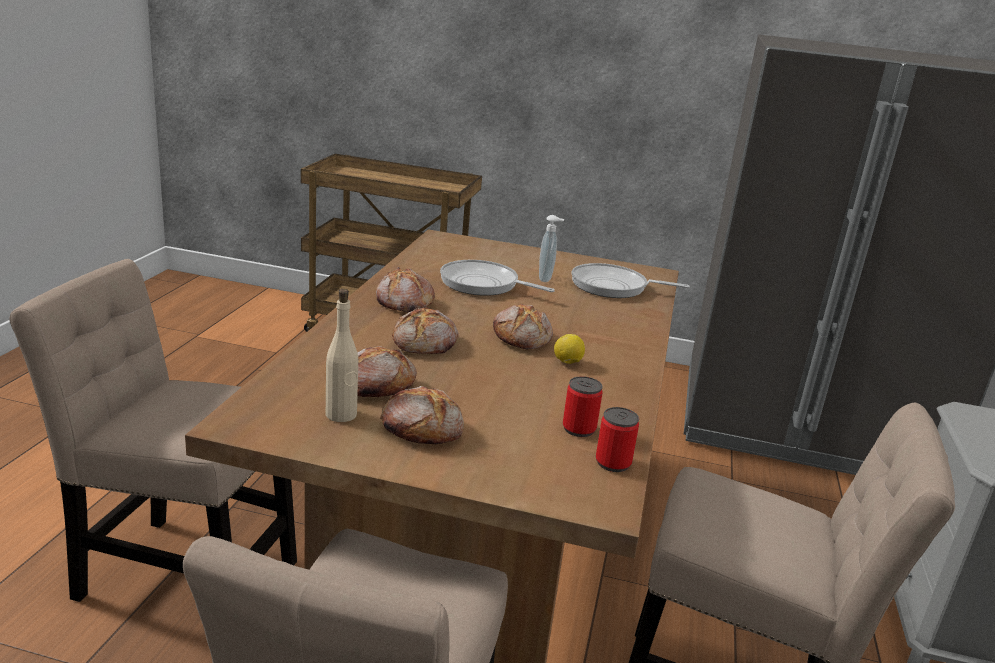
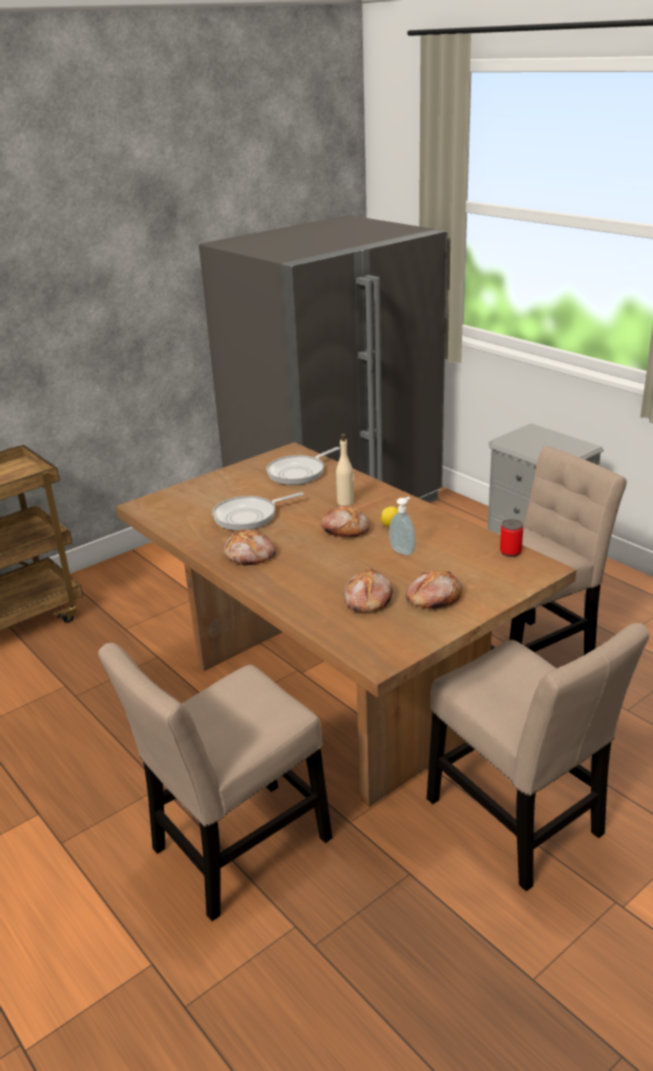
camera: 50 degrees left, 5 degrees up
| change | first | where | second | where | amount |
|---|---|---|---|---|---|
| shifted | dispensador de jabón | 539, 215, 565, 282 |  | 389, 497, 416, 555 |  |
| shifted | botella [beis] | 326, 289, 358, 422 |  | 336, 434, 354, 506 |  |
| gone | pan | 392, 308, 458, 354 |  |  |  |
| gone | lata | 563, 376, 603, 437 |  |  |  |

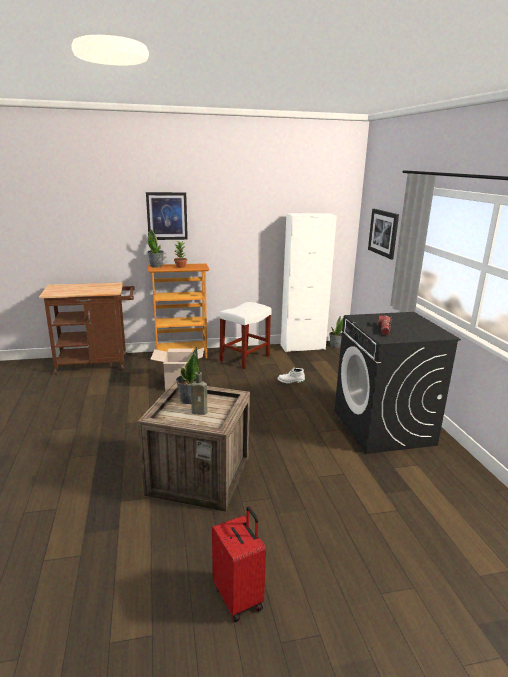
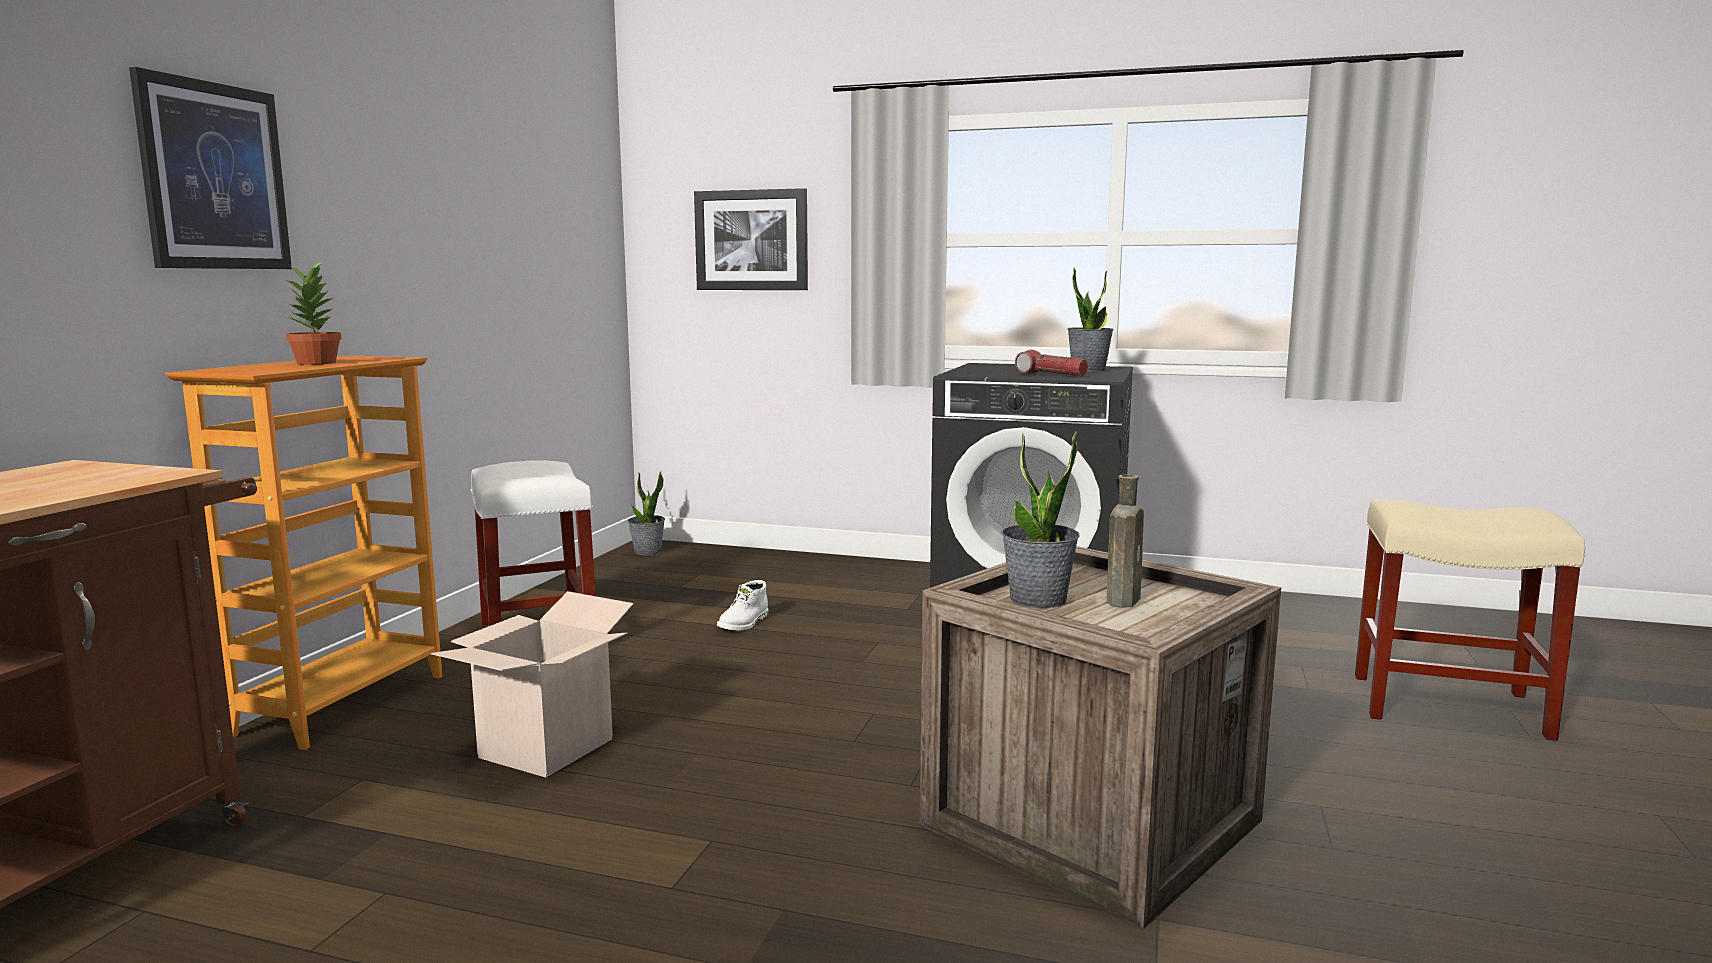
camera: 60 degrees left, 10 degrees down
| change | first | where | second | where | amount |
|---|---|---|---|---|---|
| gone | armario [blanco] | 281, 213, 337, 352 |  |  |  |
| shifted | planta en maceta | 147, 230, 164, 268 |  | 1067, 268, 1114, 372 |  |
| gone | maleta [rojo] | 212, 506, 266, 622 |  |  |  |
| new |  |  | taburete [beis] | 1355, 499, 1585, 741 |  |

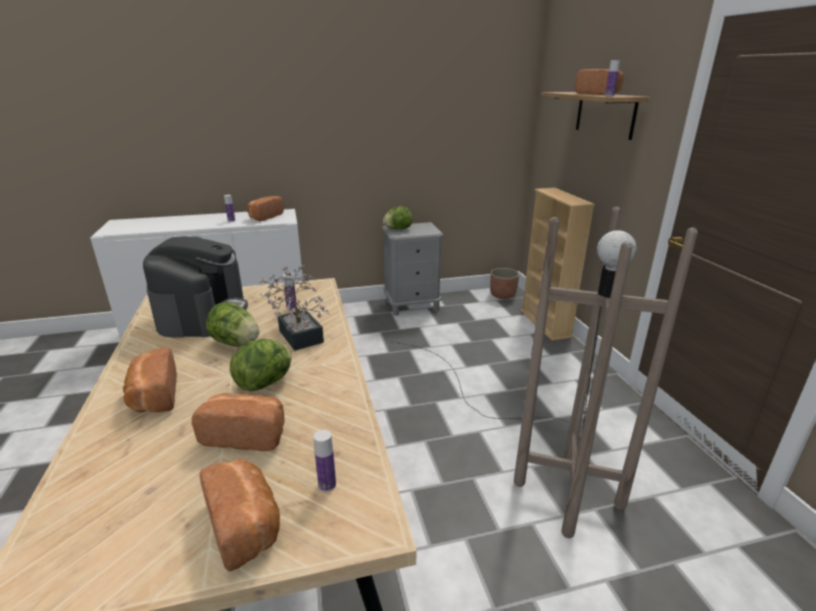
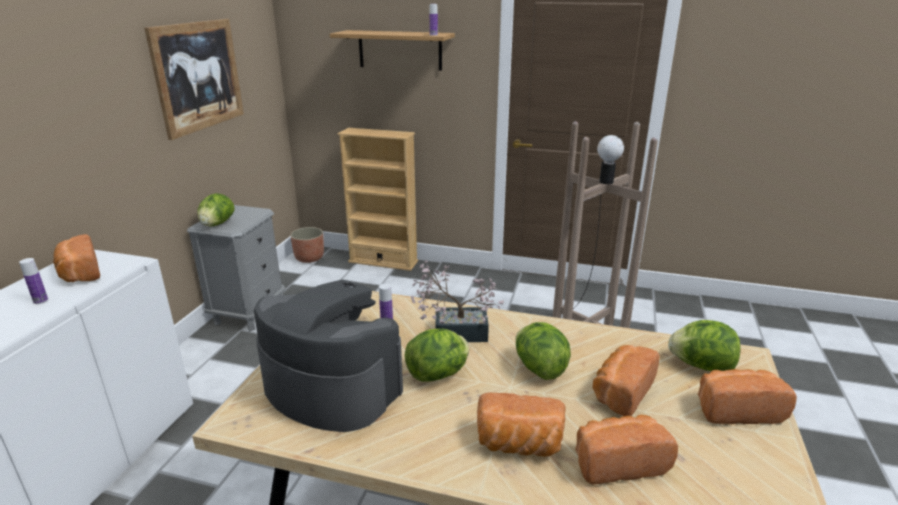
camera: 60 degrees left, 0 degrees up
| change | first | where | second | where | amount |
|---|---|---|---|---|---|
| shifted | pan | 575, 69, 624, 95 |  | 575, 415, 678, 484 |  |
| swapped | botella | 314, 430, 336, 492 | lechuga | 668, 320, 741, 371 |  |
| new |  |  | cuadro | 145, 19, 244, 140 |  |

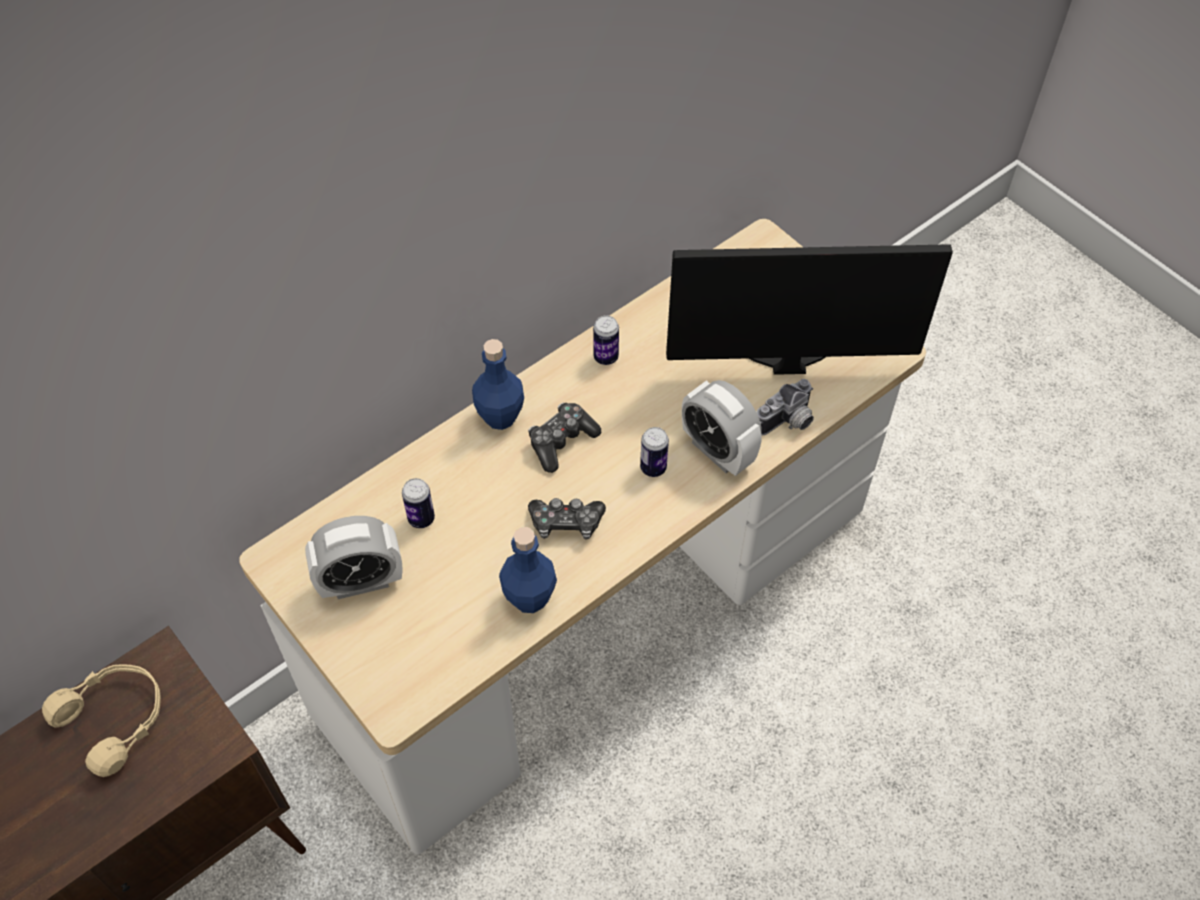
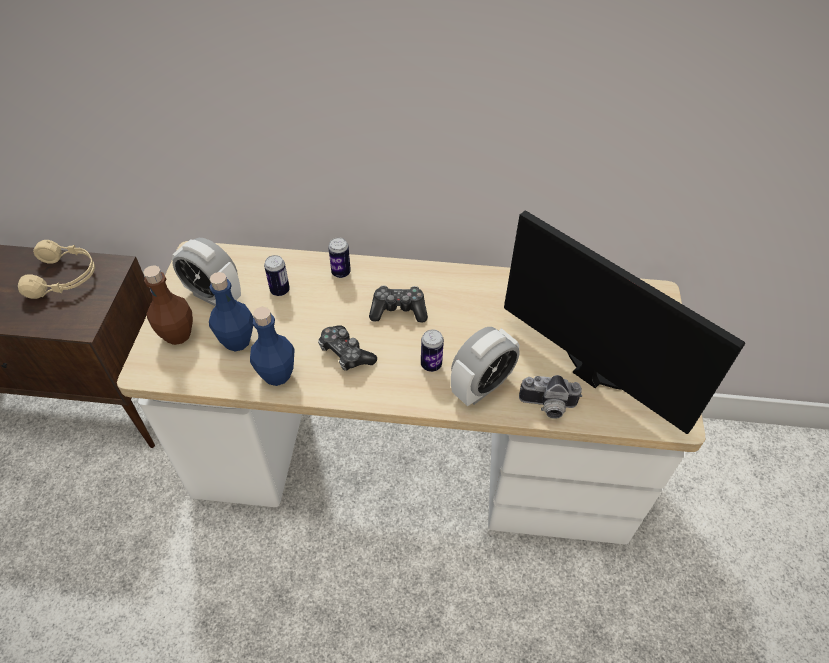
camera: 45 degrees right, 5 degrees down
| change | first | where | second | where | amount |
|---|---|---|---|---|---|
| shifted | lata | 593, 315, 619, 365 |  | 328, 237, 351, 278 |  |
| shifted | botella [azul] | 472, 339, 524, 430 |  | 209, 272, 253, 351 |  |
| rotated | despertador | 682, 380, 761, 476 |  | 451, 327, 520, 406 | 135 degrees counterclockwise |
| new |  |  | botella [marrón] | 143, 265, 193, 345 |  |

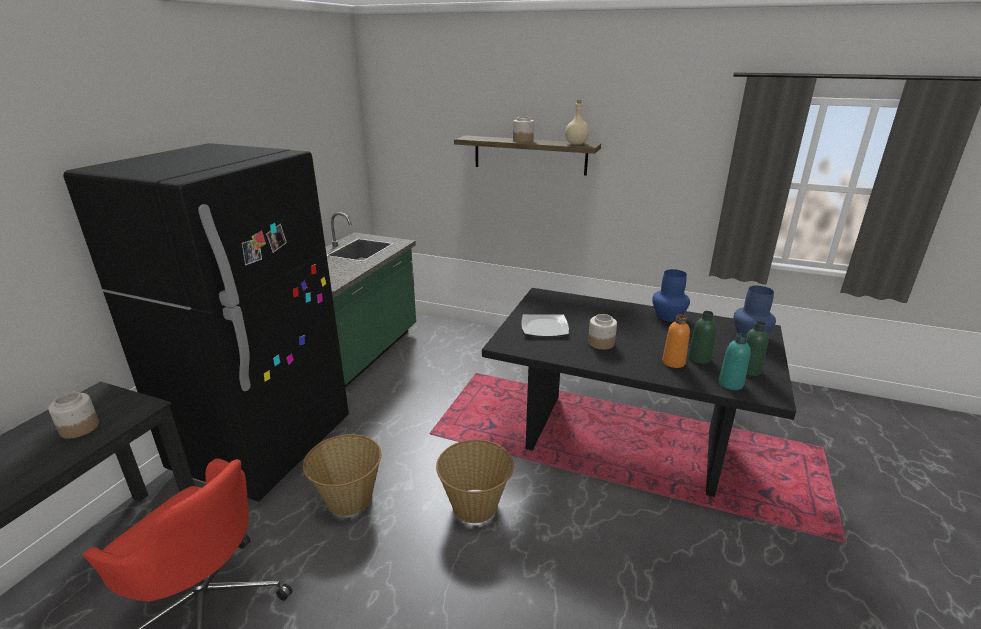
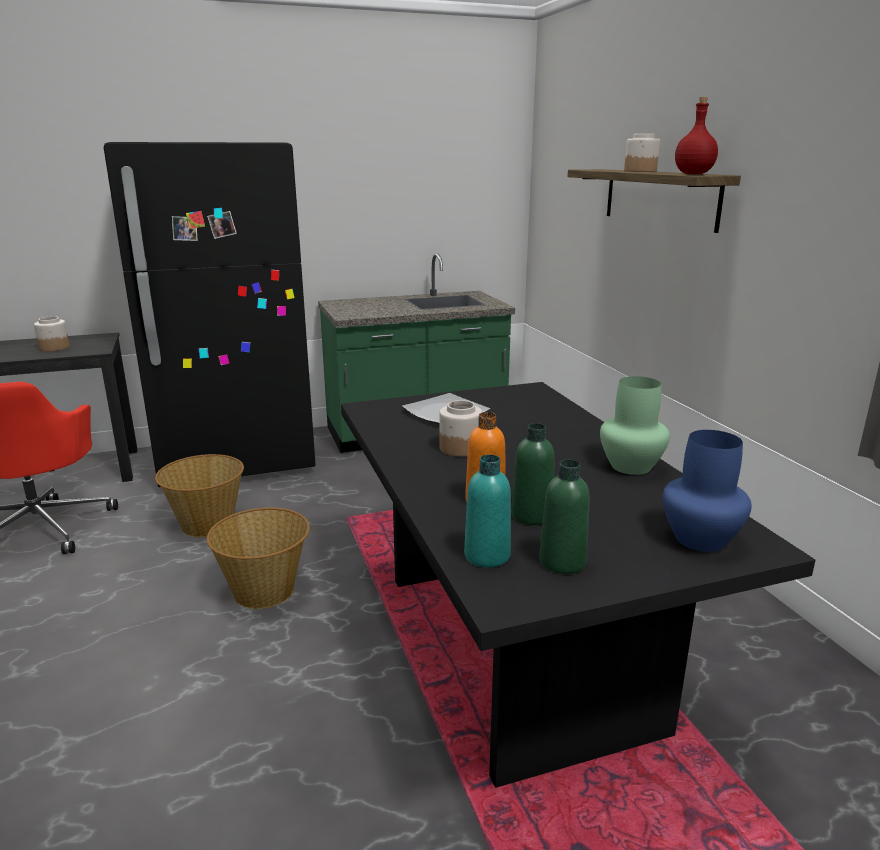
camera: 50 degrees right, 5 degrees down
| change | first | where | second | where | amount |
|---|---|---|---|---|---|
| repainted | botella [beis] | 565, 100, 589, 145 | botella [rojo] | 675, 97, 718, 174 |  |
| repainted | florero [azul] | 652, 269, 690, 322 | florero [verde] | 600, 376, 670, 475 |  |

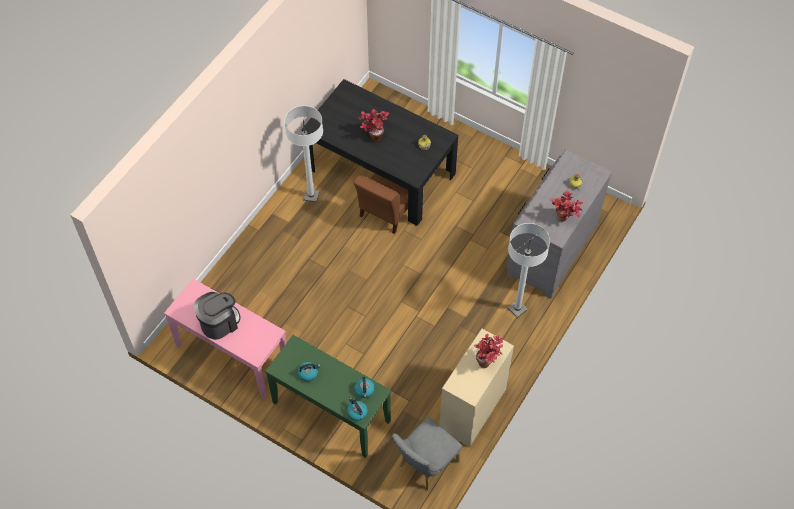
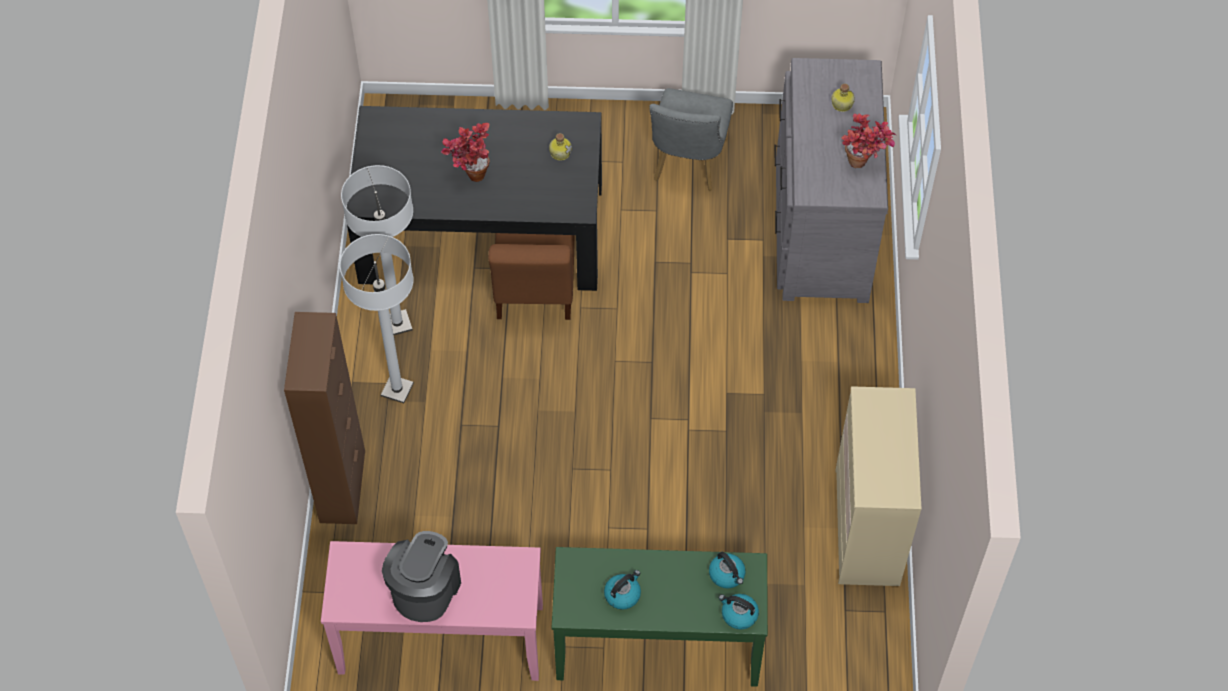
camera: 30 degrees left, 0 degrees up
| change | first | where | second | where | amount |
|---|---|---|---|---|---|
| shifted | lámpara de pie [blanco] | 508, 223, 550, 318 |  | 340, 234, 414, 403 |  |
| gone | planta en maceta | 474, 334, 503, 368 |  |  |  |
| shifted | silla [gris] | 392, 417, 462, 490 |  | 650, 88, 733, 191 |  |
| new |  |  | armario [marrón] | 284, 312, 365, 524 |  |

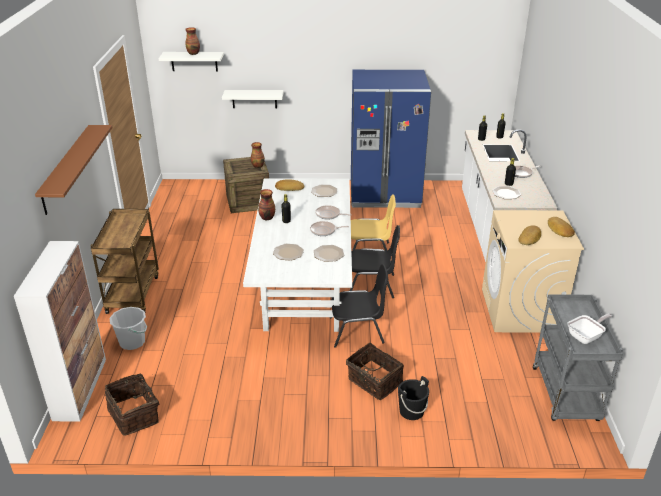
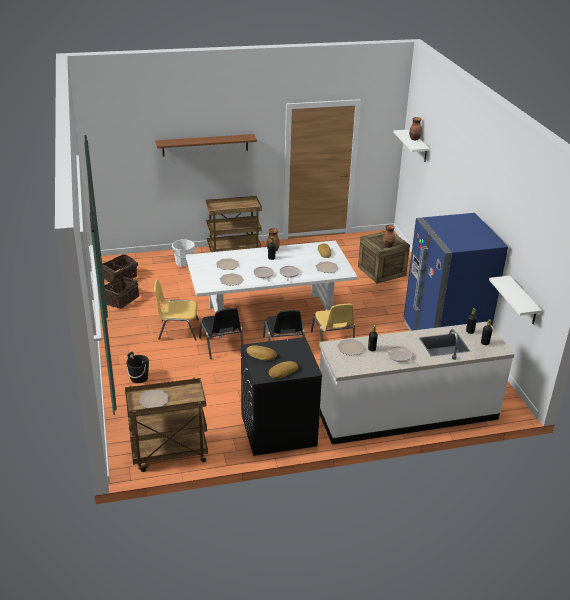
camera: 75 degrees right, 0 degrees up
| change | first | where | second | where | amount |
|---|---|---|---|---|---|
| shifted | estante [blanco] | 222, 90, 284, 108 |  | 489, 276, 542, 324 |  |
| repainted | lavadora [beis] | 482, 210, 584, 333 | lavadora [negro] | 241, 337, 323, 456 |  |
| gone | armario | 14, 241, 106, 422 |  |  |  |
| repainted | carrito [gris] | 533, 294, 623, 421 | carrito [marrón] | 125, 378, 208, 472 |  |
| swapped | sartén | 567, 314, 612, 344 | plato | 139, 390, 168, 408 |  |
| shifted | cesta | 346, 343, 404, 400 |  | 105, 276, 139, 309 |  |
| new |  |  | silla [amarillo] | 154, 279, 199, 340 |  |

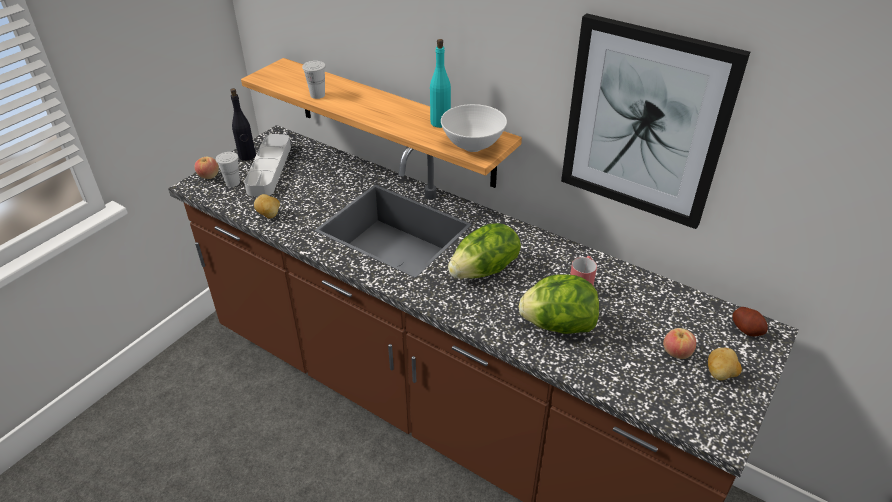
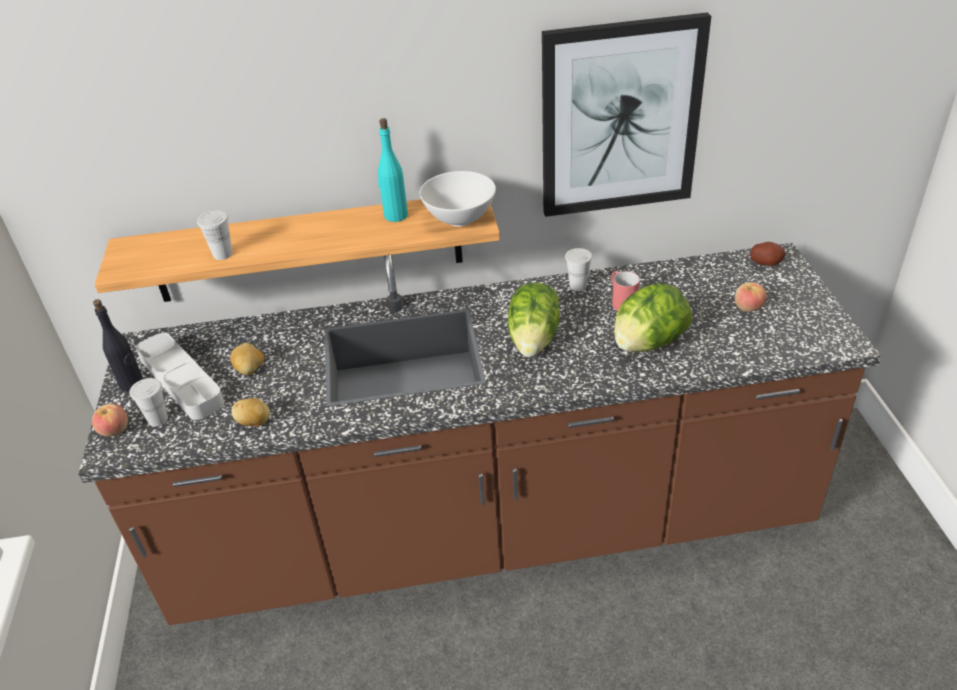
camera: 40 degrees left, 0 degrees up
| change | first | where | second | where | amount |
|---|---|---|---|---|---|
| shifted | patata | 708, 348, 742, 380 |  | 230, 343, 264, 375 |  |
| new |  |  | taza [blanco] | 565, 248, 592, 291 |  |

